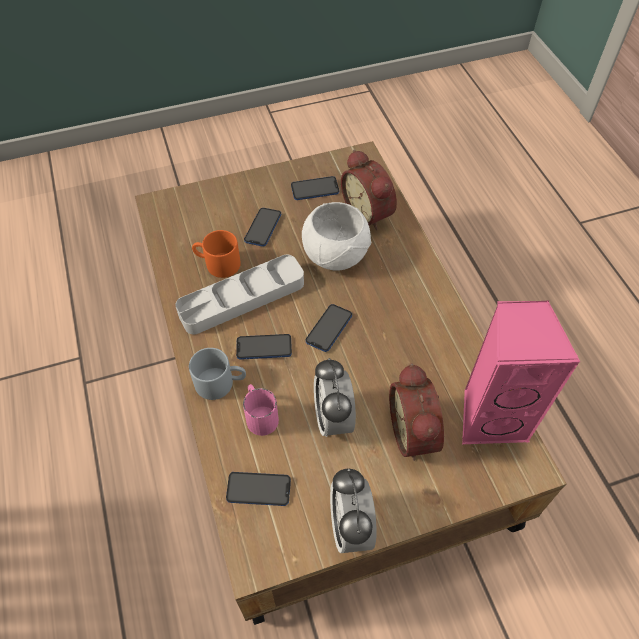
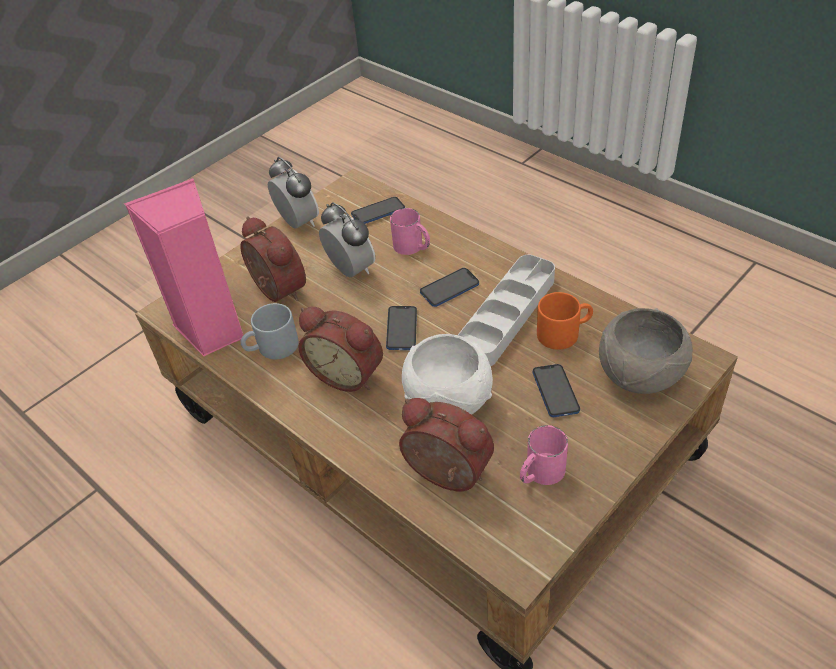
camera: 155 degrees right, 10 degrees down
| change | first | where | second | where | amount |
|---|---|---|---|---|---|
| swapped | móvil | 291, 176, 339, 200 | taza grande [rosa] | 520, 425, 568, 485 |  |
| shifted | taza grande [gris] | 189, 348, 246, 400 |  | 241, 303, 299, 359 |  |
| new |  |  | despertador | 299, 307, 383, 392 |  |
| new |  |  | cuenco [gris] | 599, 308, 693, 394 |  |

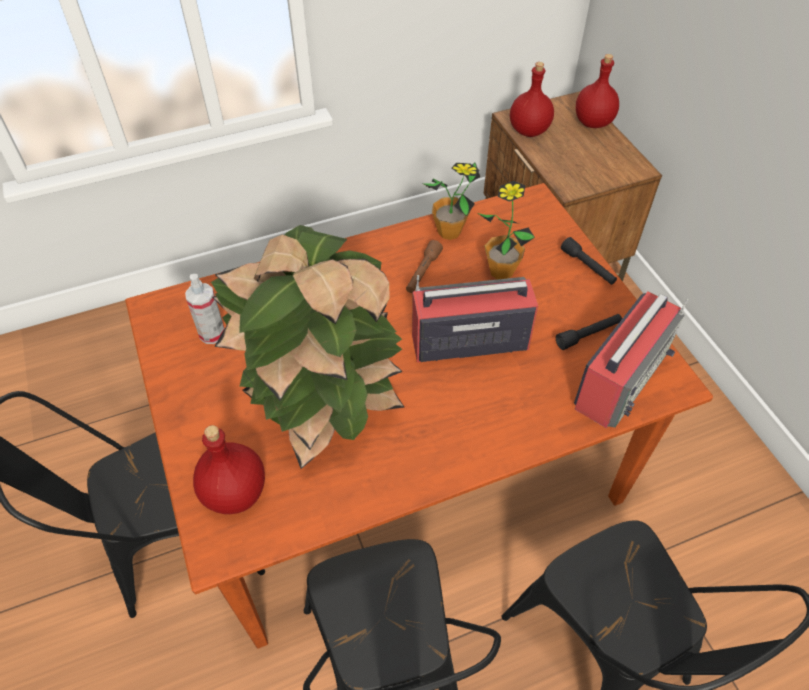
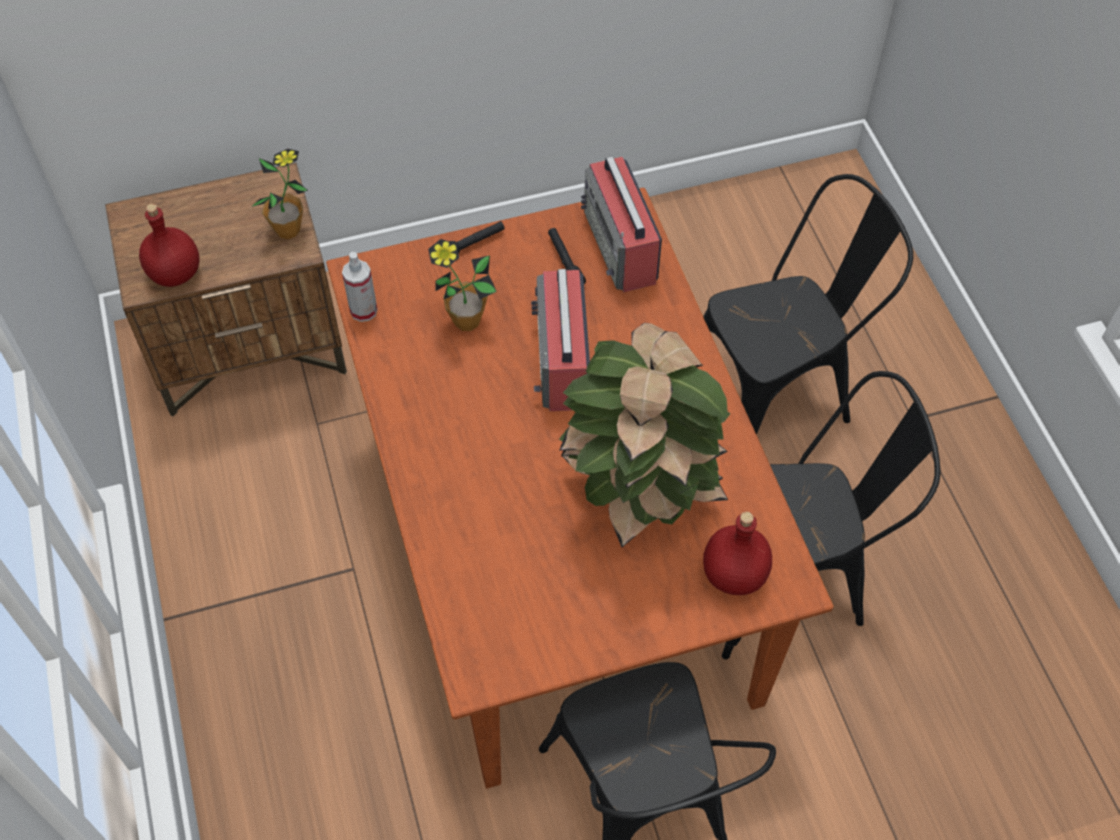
camera: 85 degrees left, 5 degrees up
| change | first | where | second | where | amount |
|---|---|---|---|---|---|
| gone | botella [rojo] | 576, 54, 619, 128 |  |  |  |
| shifted | planta en maceta | 423, 163, 480, 240 |  | 251, 149, 308, 239 |  |
| gone | linterna [marrón] | 406, 240, 443, 293 |  |  |  |
| shifted | pulverizador | 185, 274, 225, 344 |  | 342, 252, 377, 322 |  |
| rotated | radio | 574, 292, 688, 428 |  | 581, 157, 662, 292 | 150 degrees counterclockwise |

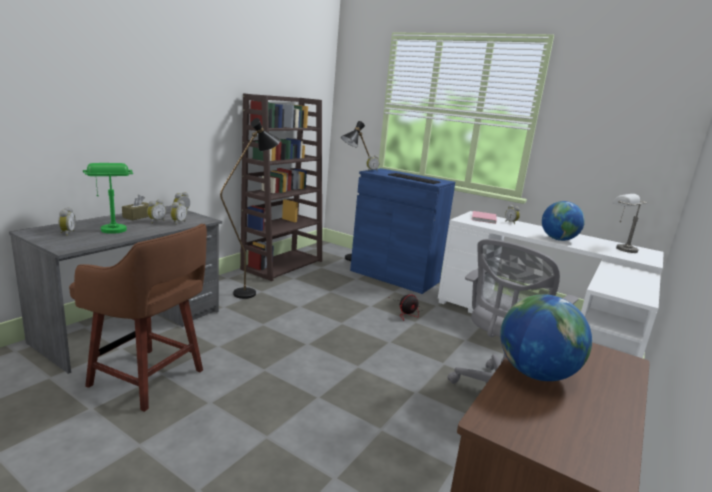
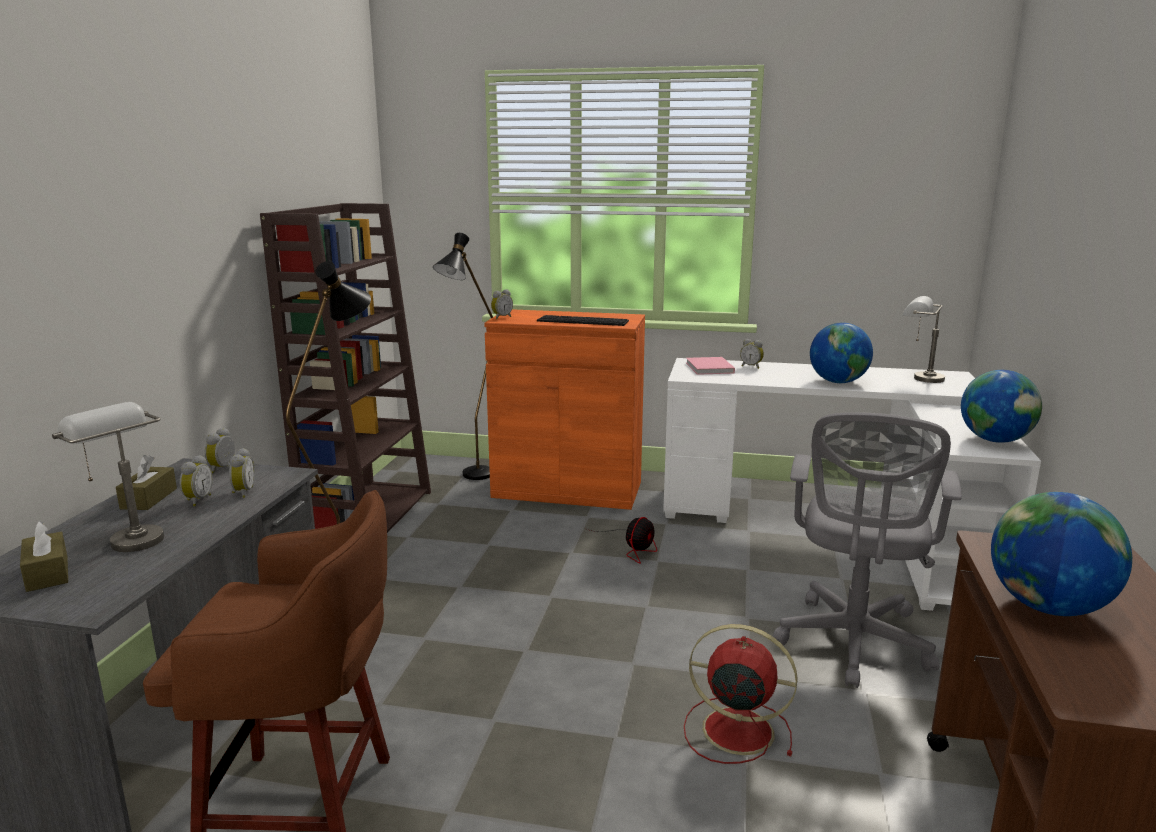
camera: 20 degrees left, 0 degrees up
| change | first | where | second | where | amount |
|---|---|---|---|---|---|
| repainted | lámpara de mesa [verde] | 83, 163, 133, 234 | lámpara de mesa [gris] | 52, 402, 164, 552 |  |
| repainted | armario [azul] | 350, 168, 455, 294 | armario [naranja] | 484, 309, 645, 510 |  |
| swapped | despertador | 58, 207, 76, 235 | caja de pañuelos [marrón] | 20, 521, 68, 592 |  |
| new |  |  | globo terráqueo | 961, 370, 1042, 443 |  |
| new |  |  | ventilador [rojo] | 684, 624, 798, 764 |  |

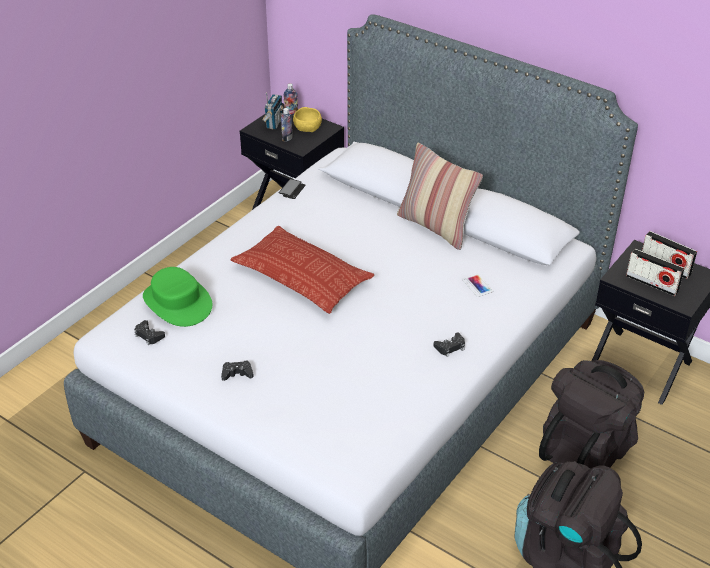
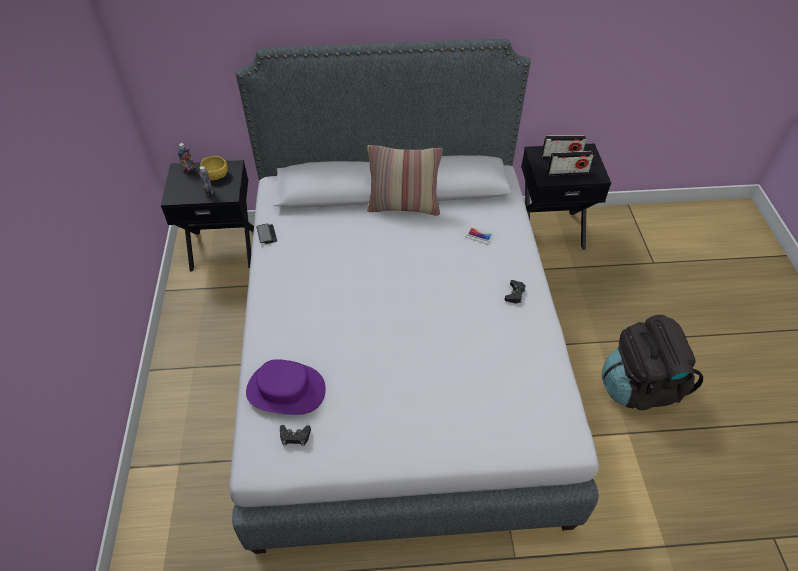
camera: 40 degrees left, 10 degrees up
| change | first | where | second | where | amount |
|---|---|---|---|---|---|
| gone | radio | 262, 92, 284, 130 |  |  |  |
| gone | cojín | 230, 226, 374, 314 |  |  |  |
| repainted | sombrero [verde] | 143, 267, 212, 327 | sombrero [morado] | 246, 359, 326, 415 |  |
| gone | mando de consola [negro] | 221, 360, 254, 381 |  |  |  |
| gone | mochila [negro] | 539, 360, 644, 469 |  |  |  |

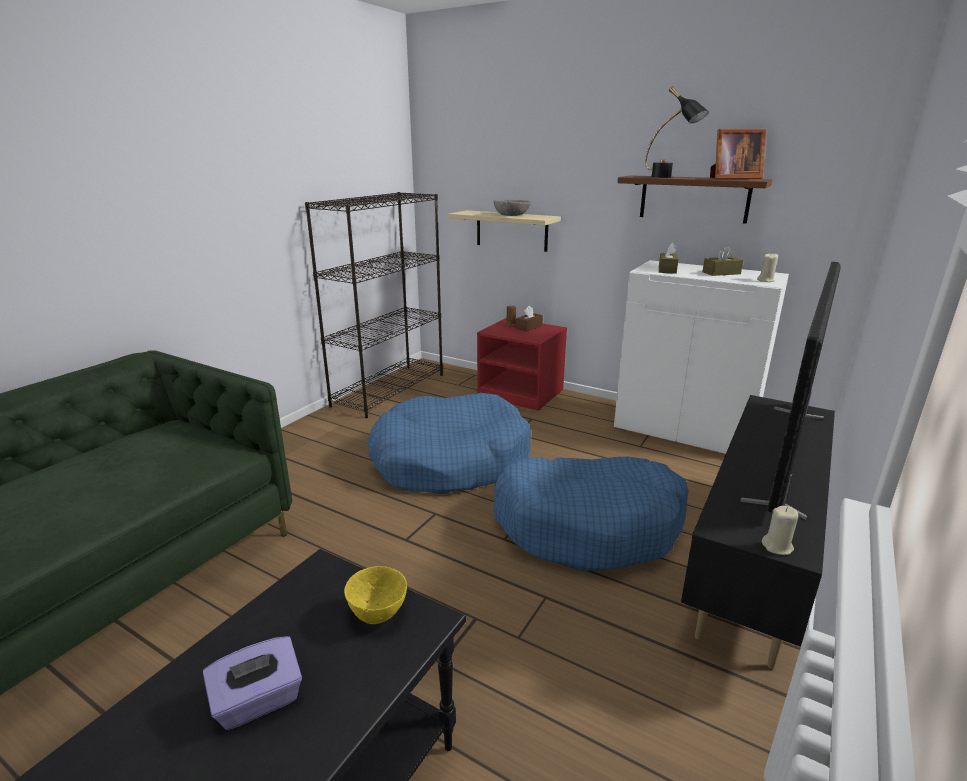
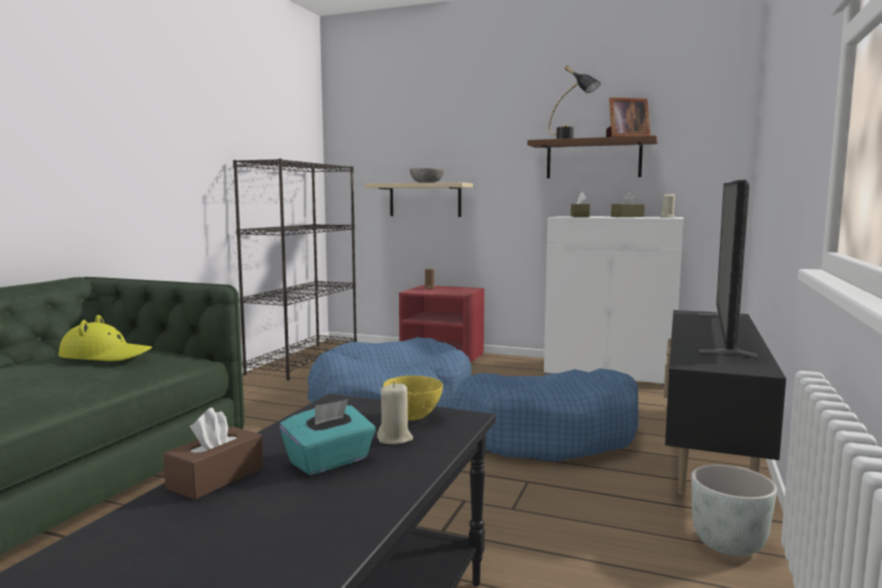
camera: 10 degrees left, 15 degrees down
| change | first | where | second | where | amount |
|---|---|---|---|---|---|
| shifted | caja de pañuelos [marrón] | 516, 306, 543, 332 |  | 163, 408, 263, 500 |  |
| shifted | vela [beis] | 762, 506, 798, 555 |  | 377, 382, 413, 445 |  |
| repainted | caja de pañuelos [morado] | 203, 636, 302, 730 | caja de pañuelos [turquesa] | 280, 399, 376, 475 |  |
| new |  |  | sombrero [amarillo] | 59, 315, 152, 361 |  |
| new |  |  | maceta [gris] | 691, 464, 777, 556 |  |

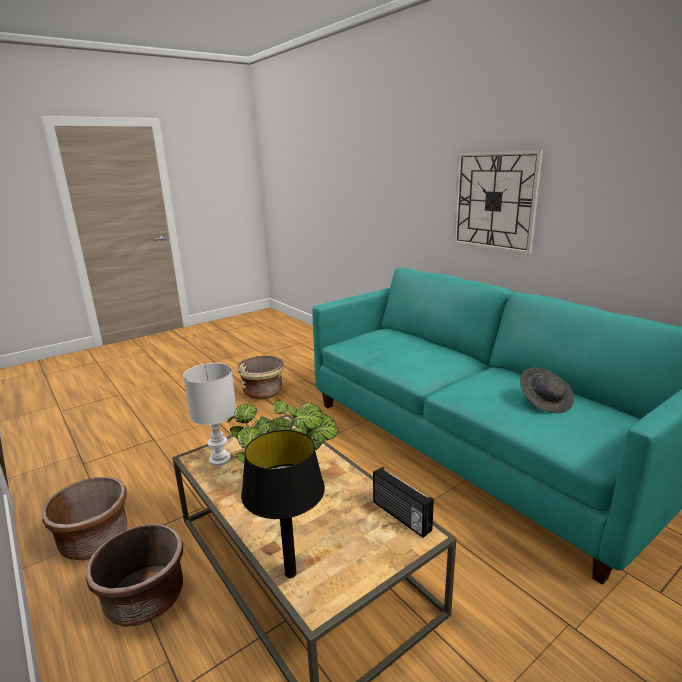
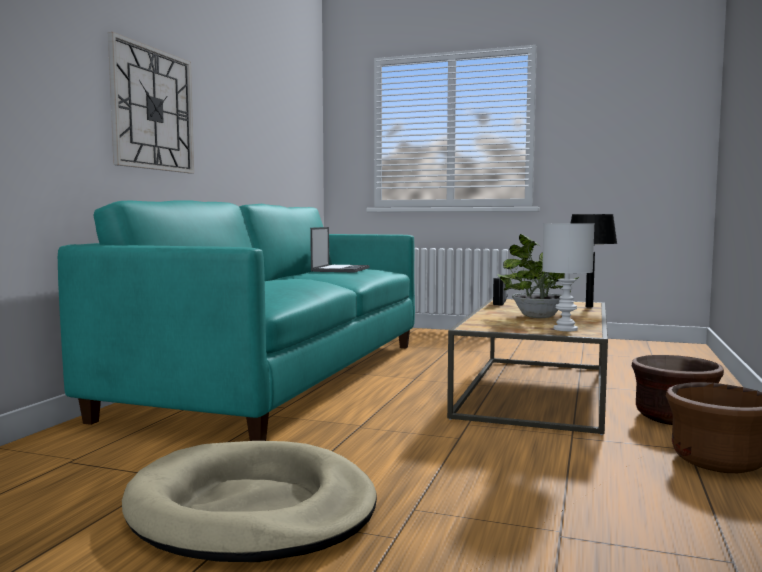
camera: 125 degrees left, 15 degrees down
| change | first | where | second | where | amount |
|---|---|---|---|---|---|
| swapped | maceta [beis] | 237, 356, 284, 400 | cama para perro [beis] | 122, 441, 377, 562 |  |
| swapped | sombrero [gris] | 520, 367, 574, 413 | portátil | 310, 227, 369, 273 |  |

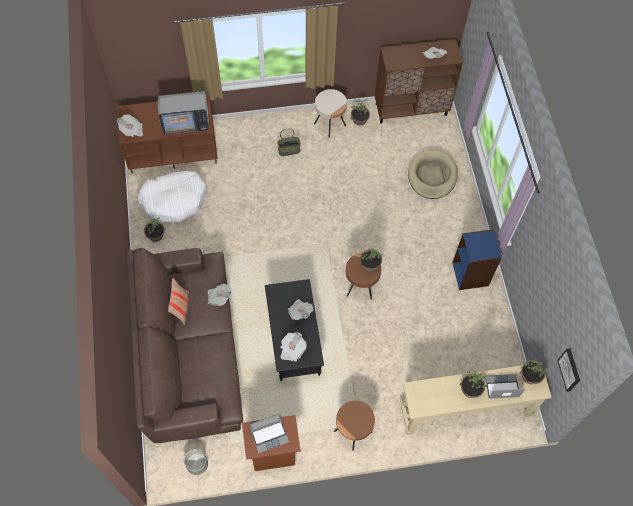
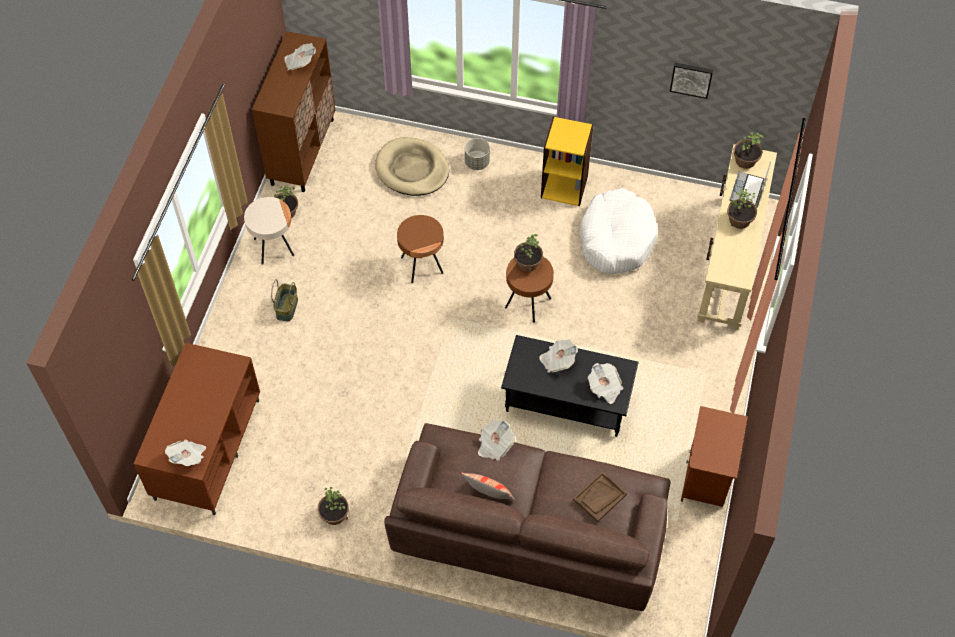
camera: 65 degrees left, 5 degrees down
| change | first | where | second | where | amount |
|---|---|---|---|---|---|
| gone | televisor | 158, 91, 209, 134 |  |  |  |
| shifted | cama para perro [blanco] | 138, 171, 208, 223 |  | 580, 188, 658, 275 |  |
| repainted | estantería [azul] | 452, 229, 502, 290 | estantería [amarillo] | 541, 117, 594, 206 |  |
| shifted | cuadro | 557, 349, 580, 392 |  | 670, 63, 713, 99 |  |
| shifted | mesa auxiliar [marrón] | 334, 401, 375, 451 |  | 397, 215, 444, 283 |  |
| gone | portátil | 250, 413, 289, 453 |  |  |  |
| shifted | maceta [gris] | 184, 449, 208, 475 |  | 465, 138, 490, 170 |  |
| new |  |  | bandeja [marrón] | 573, 471, 627, 522 |  |

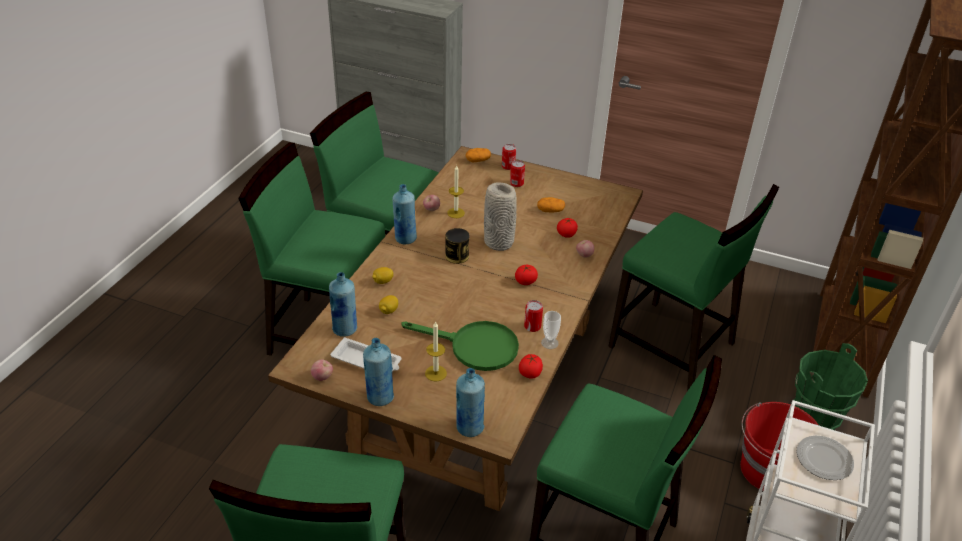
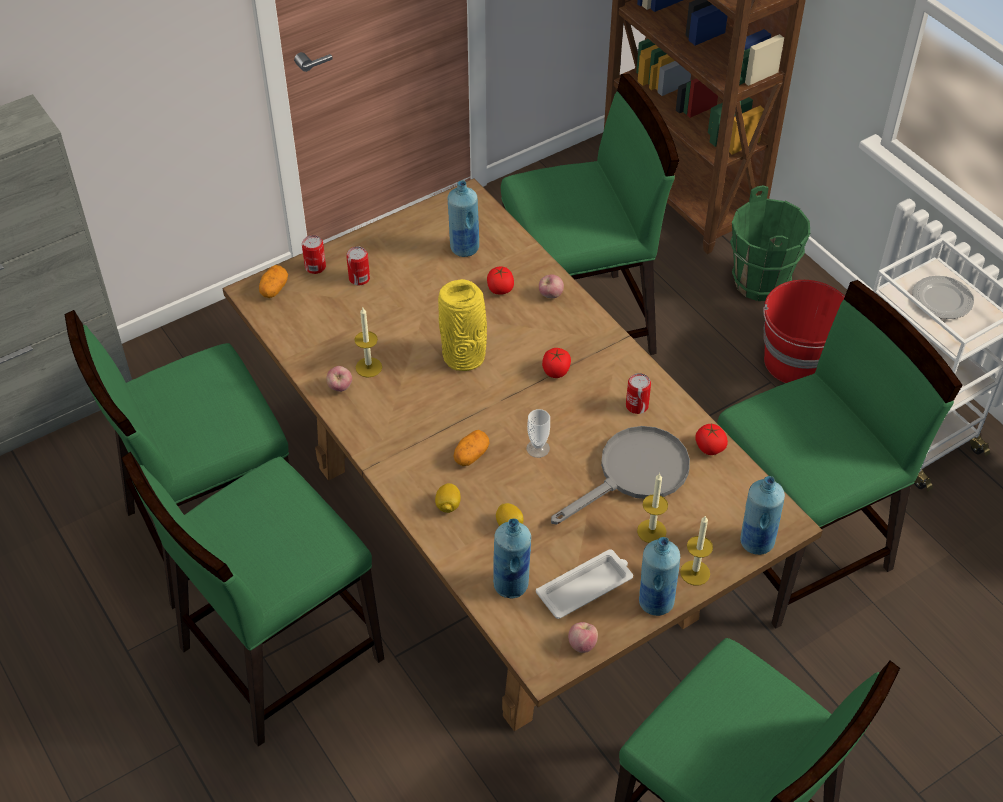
camera: 55 degrees left, 10 degrees up
| change | first | where | second | where | amount |
|---|---|---|---|---|---|
| repainted | florero [gris] | 484, 183, 517, 251 | florero [amarillo] | 438, 279, 487, 371 |  |
| shifted | botella [azul] | 393, 184, 417, 244 |  | 448, 180, 479, 257 |  |
| shifted | patata | 537, 197, 565, 212 |  | 454, 430, 490, 466 |  |
| gone | lata | 445, 228, 470, 264 |  |  |  |
| shifted | taza | 541, 311, 561, 349 |  | 526, 409, 550, 458 |  |
| repainted | sartén [verde] | 401, 321, 519, 371 | sartén [gris] | 551, 426, 690, 525 |  |
| new |  |  | vela | 680, 515, 713, 586 |  |

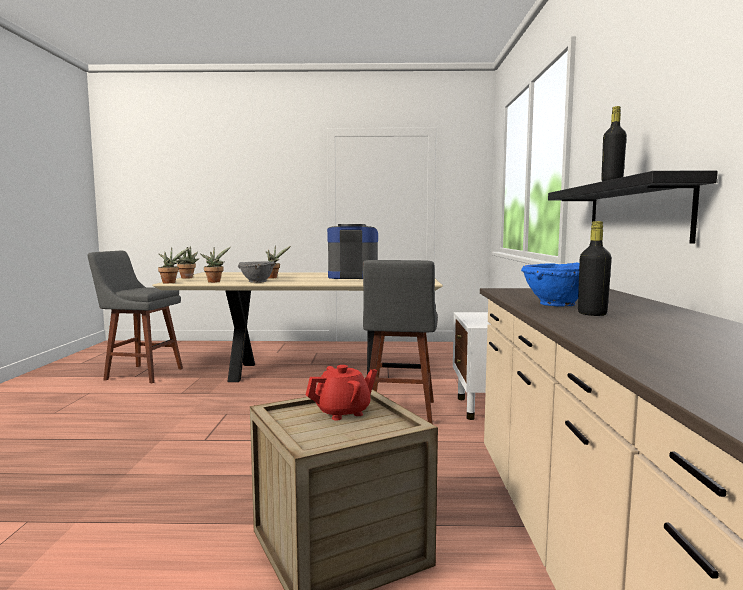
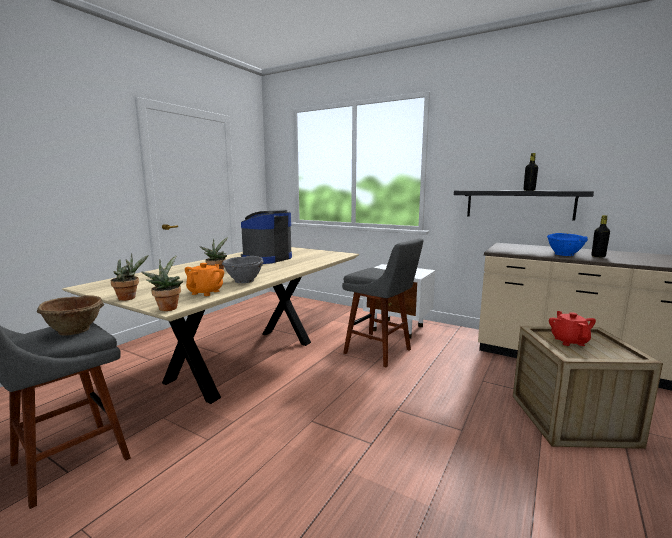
camera: 60 degrees left, 5 degrees up
| change | first | where | second | where | amount |
|---|---|---|---|---|---|
| swapped | planta en maceta | 200, 247, 231, 283 | tetera [naranja] | 185, 263, 224, 296 |  |
| new |  |  | cuenco [marrón] | 37, 295, 104, 336 |  |

